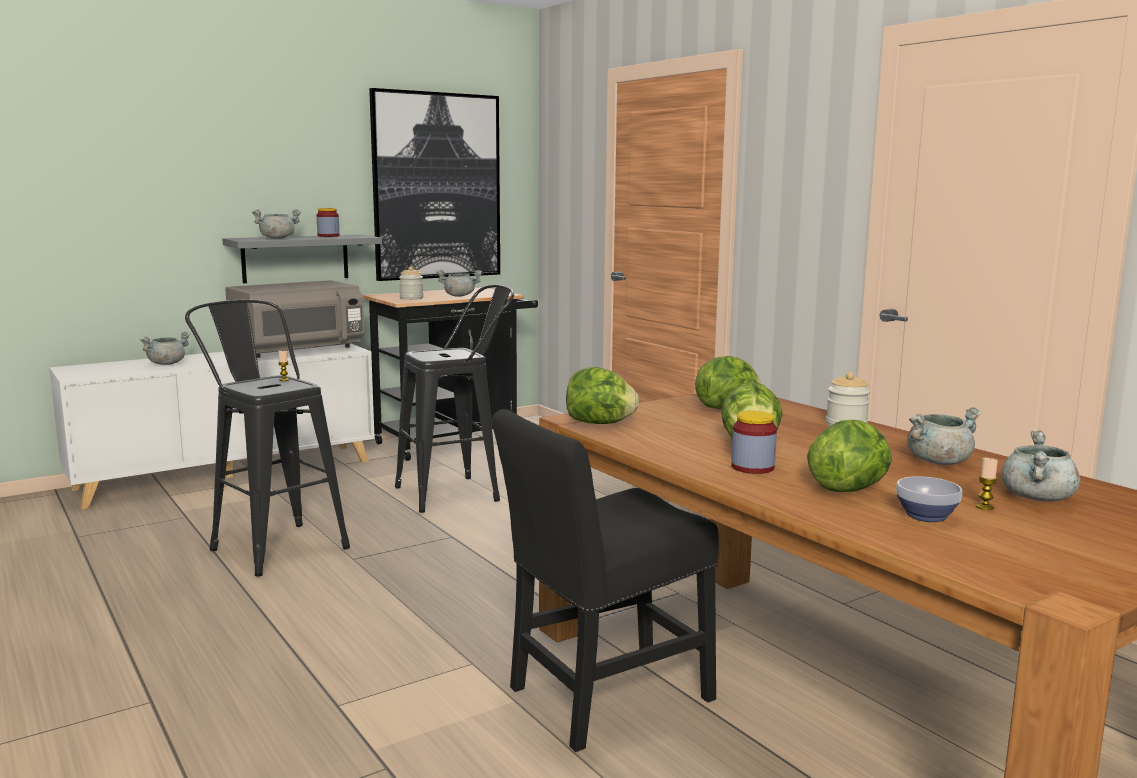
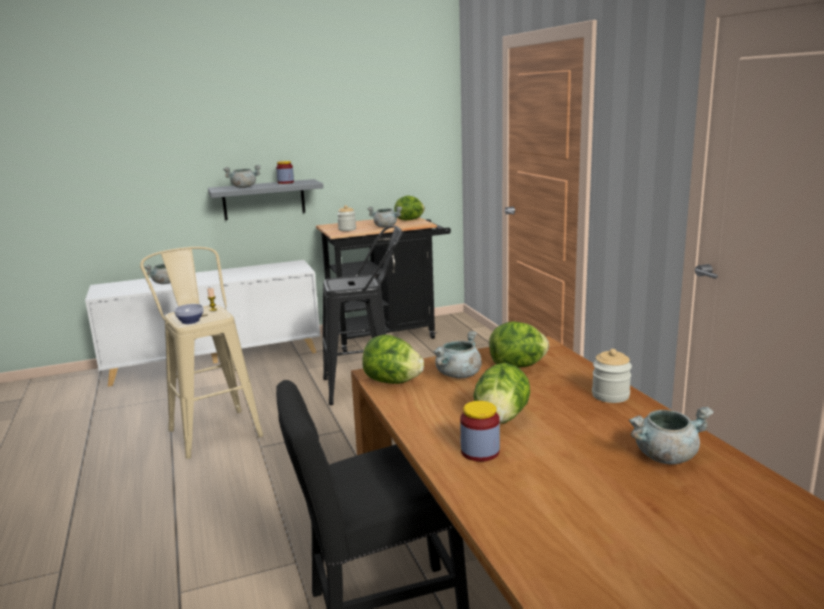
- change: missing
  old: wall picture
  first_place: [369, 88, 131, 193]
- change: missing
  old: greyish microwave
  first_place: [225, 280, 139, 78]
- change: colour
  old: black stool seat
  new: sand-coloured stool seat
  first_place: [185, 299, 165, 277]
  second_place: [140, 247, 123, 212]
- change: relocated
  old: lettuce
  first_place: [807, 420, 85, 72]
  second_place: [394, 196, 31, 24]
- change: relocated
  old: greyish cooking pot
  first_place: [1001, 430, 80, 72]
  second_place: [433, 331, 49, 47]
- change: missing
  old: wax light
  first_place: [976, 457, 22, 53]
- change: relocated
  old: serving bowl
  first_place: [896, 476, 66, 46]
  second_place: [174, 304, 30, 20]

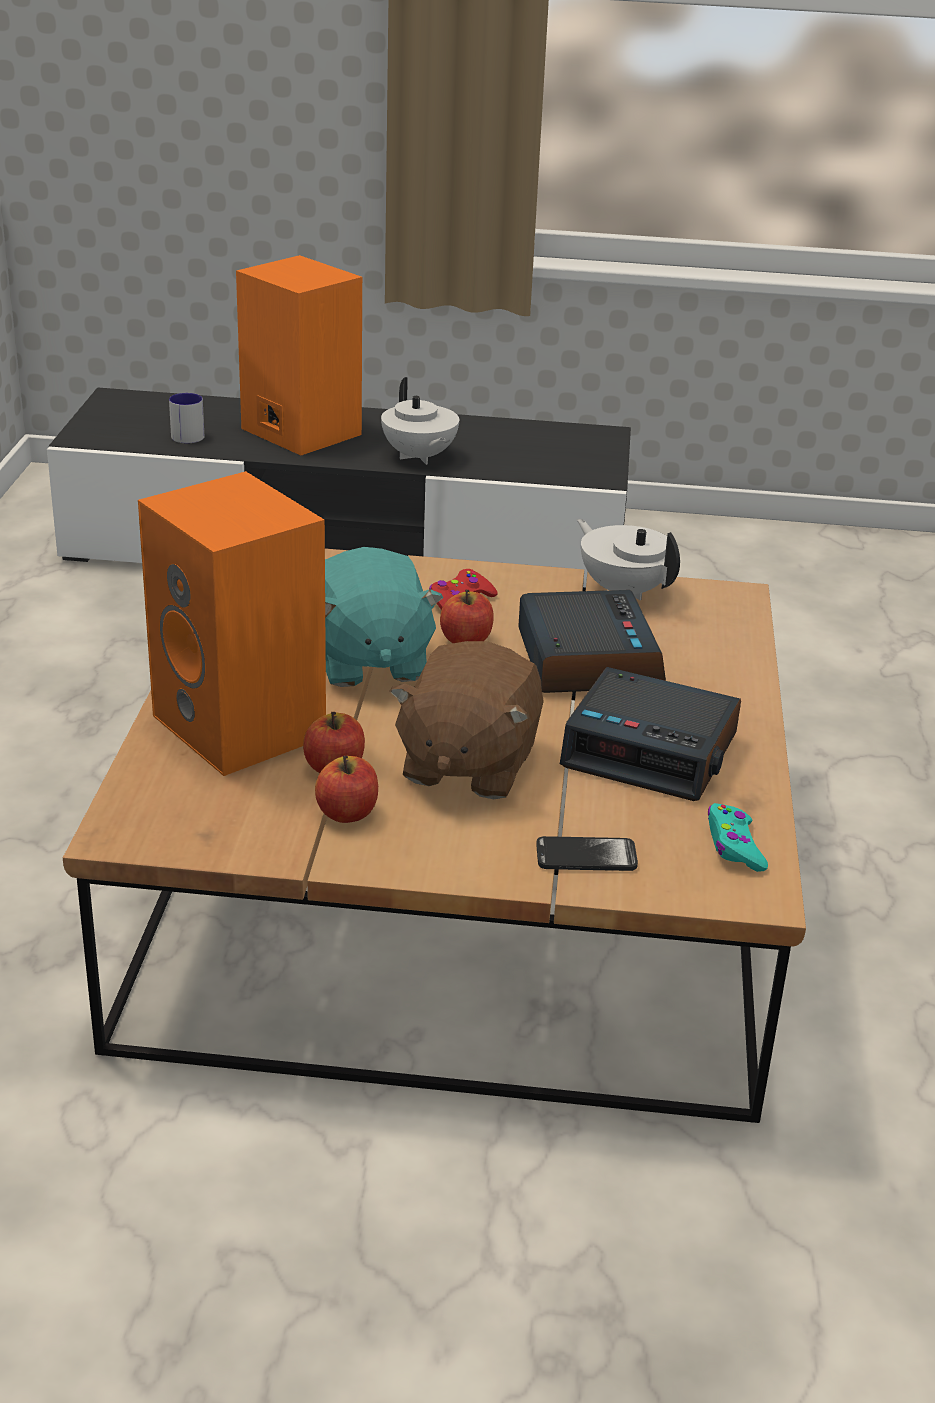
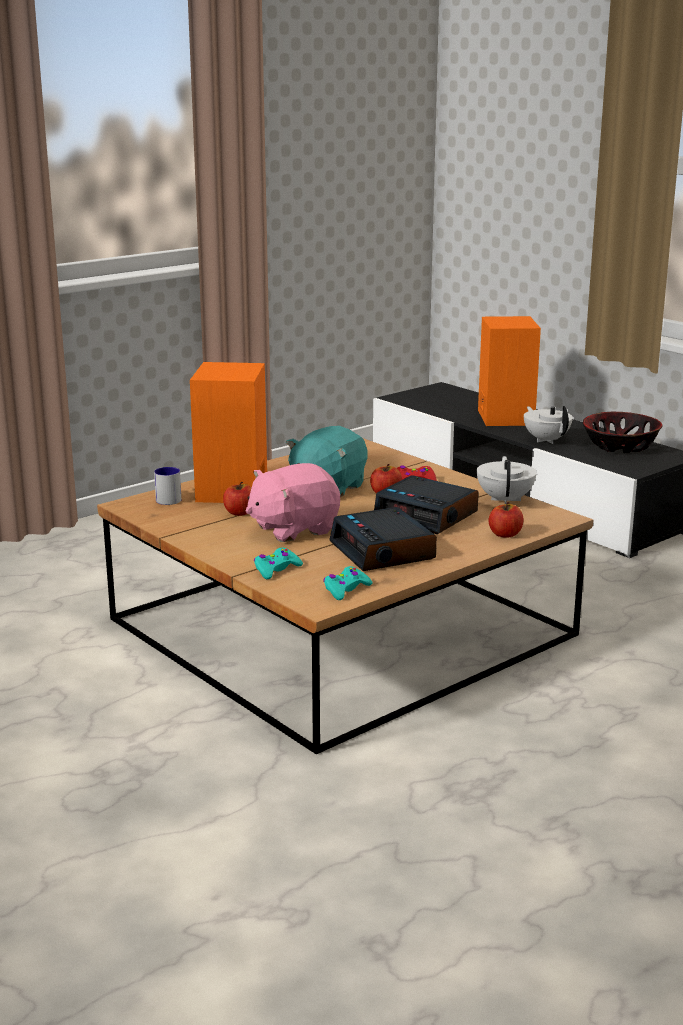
- change: spun
  old: whitish pot for tea
  first_place: [381, 377, 78, 88]
  second_place: [524, 406, 49, 38]
  degrees: 135
- change: relocated
  old: tea mug
  first_place: [169, 393, 35, 50]
  second_place: [154, 467, 27, 38]
- change: spun
  old: table clock
  first_place: [518, 590, 148, 103]
  second_place: [374, 475, 105, 59]
  degrees: 90
- change: colour
  old: brown-coloured cuddly toy
  new: pink-coloured cuddly toy
  first_place: [389, 641, 155, 158]
  second_place: [246, 463, 94, 79]
- change: relocated
  old: whole apple
  first_place: [315, 755, 63, 68]
  second_place: [489, 502, 35, 36]
- change: exchanged
  old: telephone
  new: blue-green joypad
  first_place: [536, 836, 102, 35]
  second_place: [254, 548, 49, 31]
- change: appeared
  new: serving bowl
  second_place: [583, 412, 80, 41]

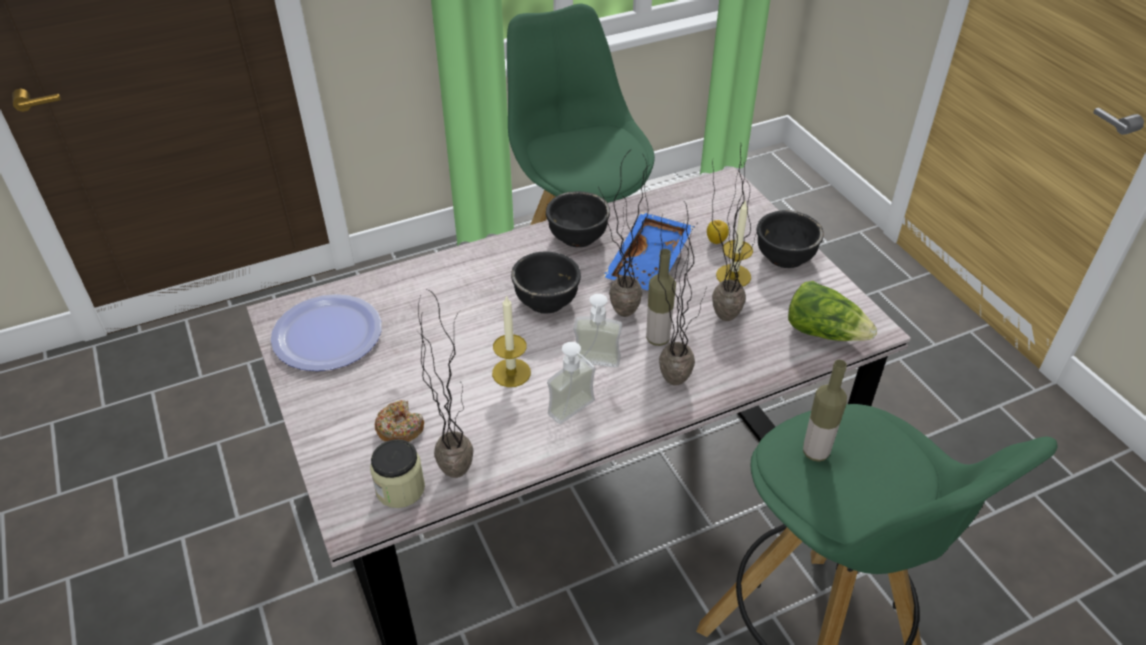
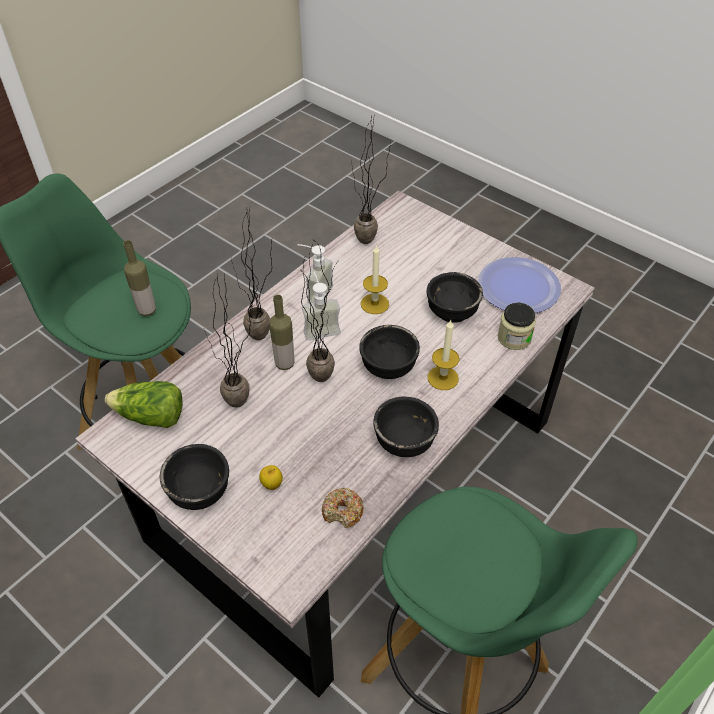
- change: relocated
  old: wax light
  first_place: [716, 200, 37, 86]
  second_place: [427, 320, 33, 70]
- change: missing
  old: bluish tray
  first_place: [603, 212, 91, 79]
- change: relocated
  old: ring doughnut
  first_place: [375, 400, 49, 42]
  second_place: [322, 488, 42, 40]
- change: relocated
  old: jar
  first_place: [370, 439, 55, 69]
  second_place: [498, 303, 38, 47]
- change: appeared
  new: black serving bowl
  second_place: [427, 272, 56, 51]

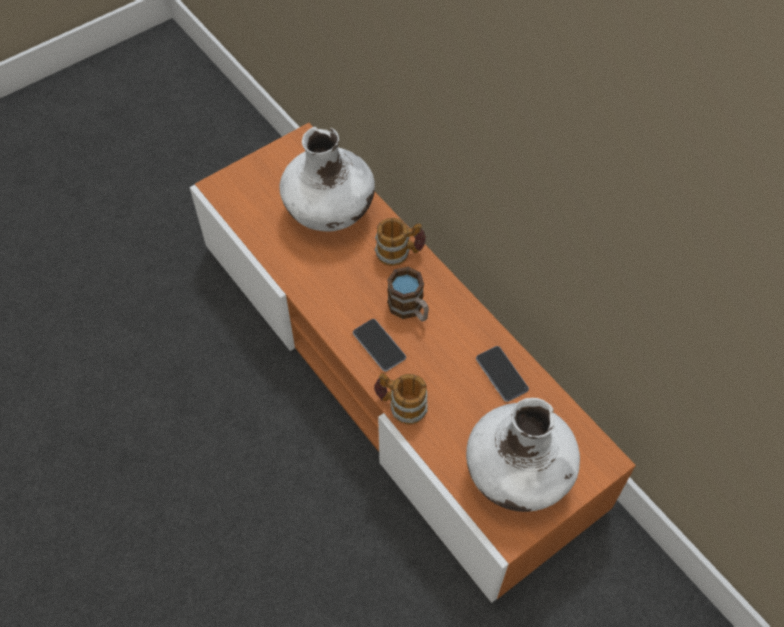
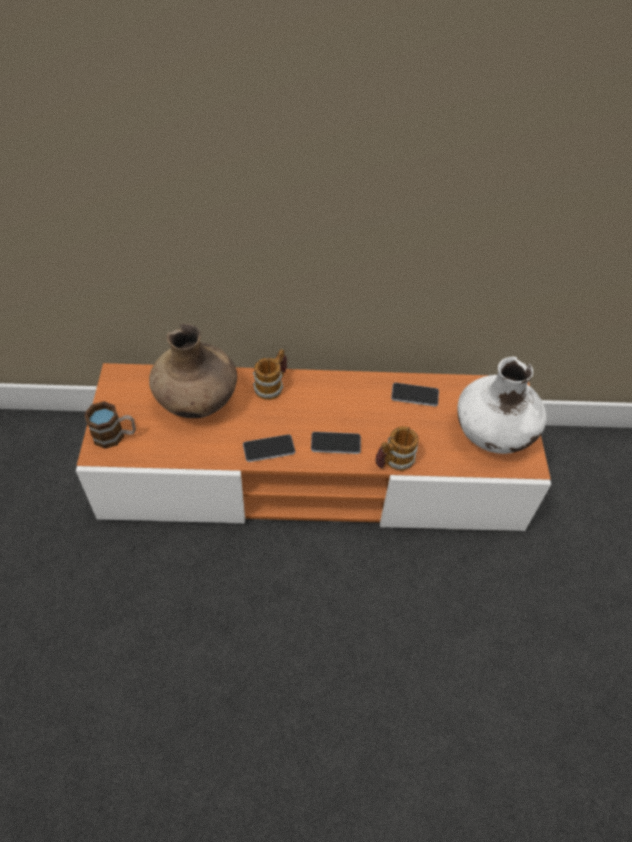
- change: colour
  old: whitish vase
  new: brown-coloured vase
  first_place: [279, 126, 96, 106]
  second_place: [149, 324, 88, 94]
- change: relocated
  old: tea mug
  first_place: [387, 267, 42, 55]
  second_place: [84, 401, 52, 48]
- change: appeared
  new: telephone
  second_place: [243, 434, 52, 28]

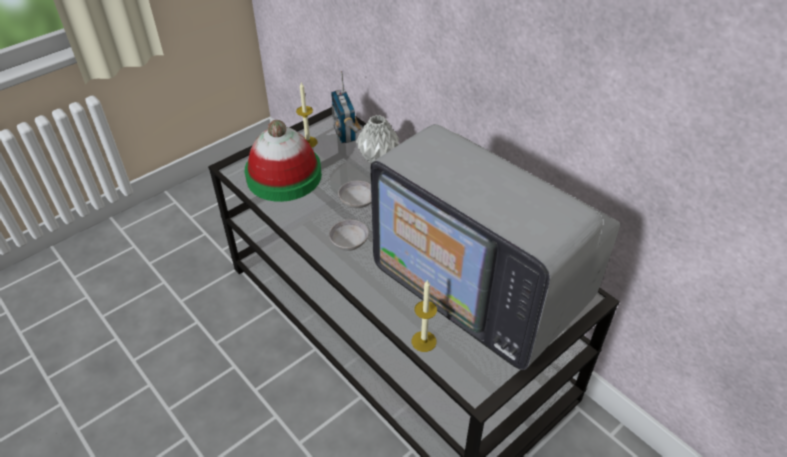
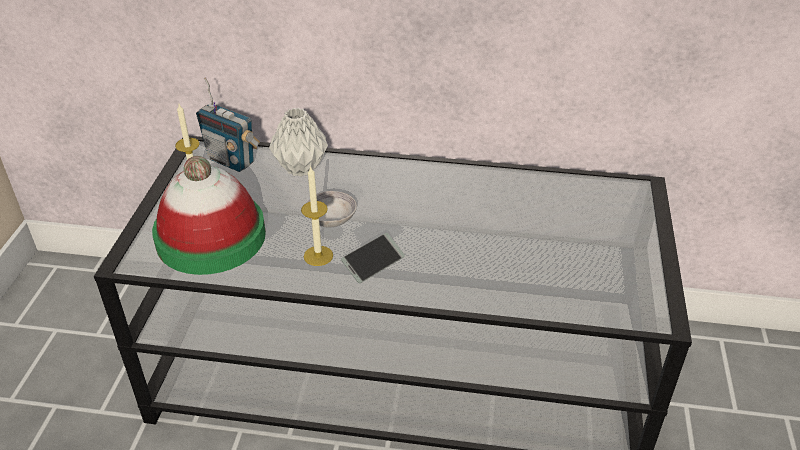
- change: missing
  old: TV
  first_place: [371, 124, 249, 246]
- change: exchanged
  old: greyish serving bowl
  new: telephone
  first_place: [329, 220, 40, 31]
  second_place: [341, 233, 64, 50]
- change: relocated
  old: wax light
  first_place: [412, 280, 25, 72]
  second_place: [301, 166, 32, 100]

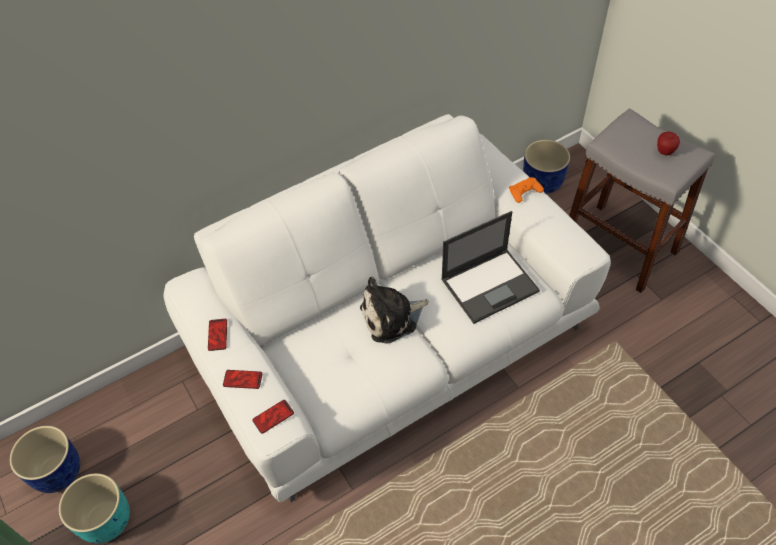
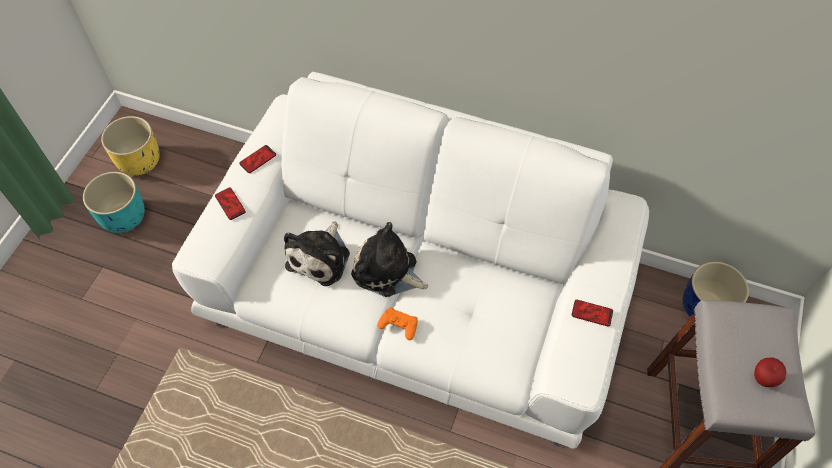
- change: relocated
  old: orangey joypad
  first_place: [509, 177, 35, 26]
  second_place: [377, 307, 41, 33]
- change: missing
  old: laptop
  first_place: [441, 211, 99, 113]
- change: relocated
  old: telephone
  first_place: [252, 400, 42, 34]
  second_place: [572, 300, 41, 27]
- change: colour
  old: bluish planter
  new: yellow-coloured planter
  first_place: [10, 426, 70, 67]
  second_place: [101, 116, 59, 60]
- change: appeared
  new: cuddly toy
  second_place: [284, 221, 66, 65]

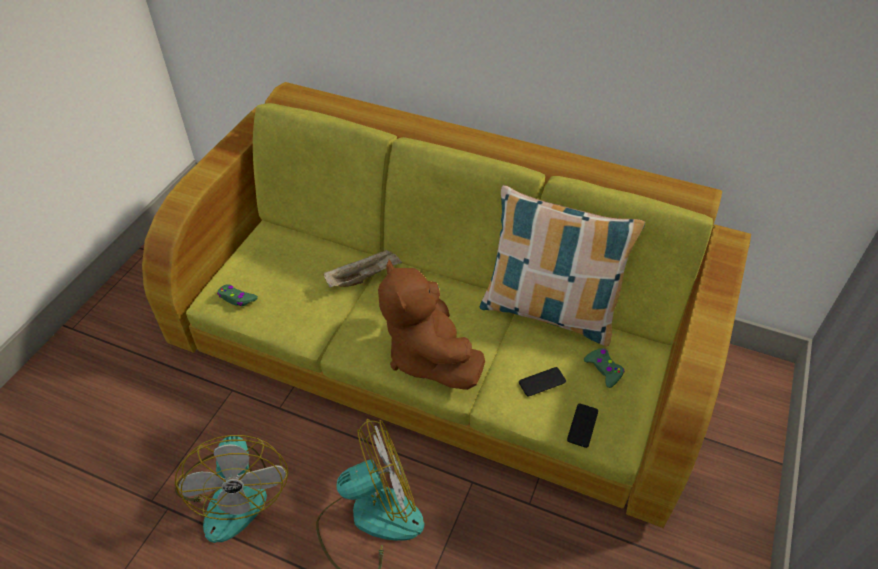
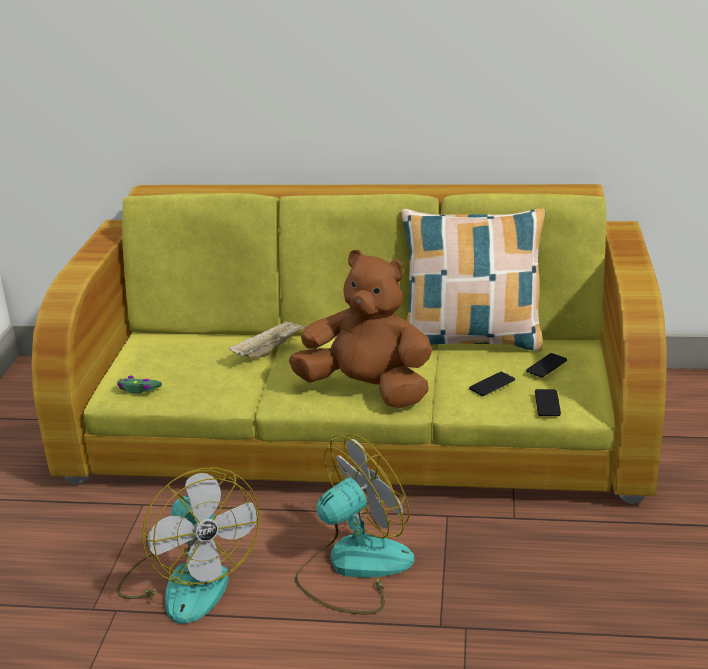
- change: spun
  old: brown-coloured cuddly toy
  first_place: [378, 260, 107, 130]
  second_place: [289, 250, 143, 158]
  degrees: 150
- change: exchanged
  old: greenish joypad
  new: telephone
  first_place: [584, 348, 40, 40]
  second_place: [526, 353, 41, 24]

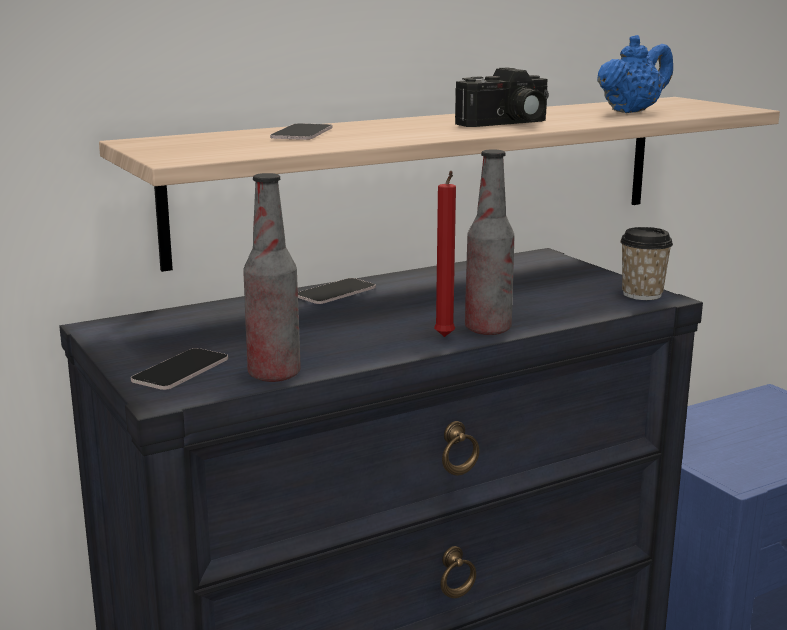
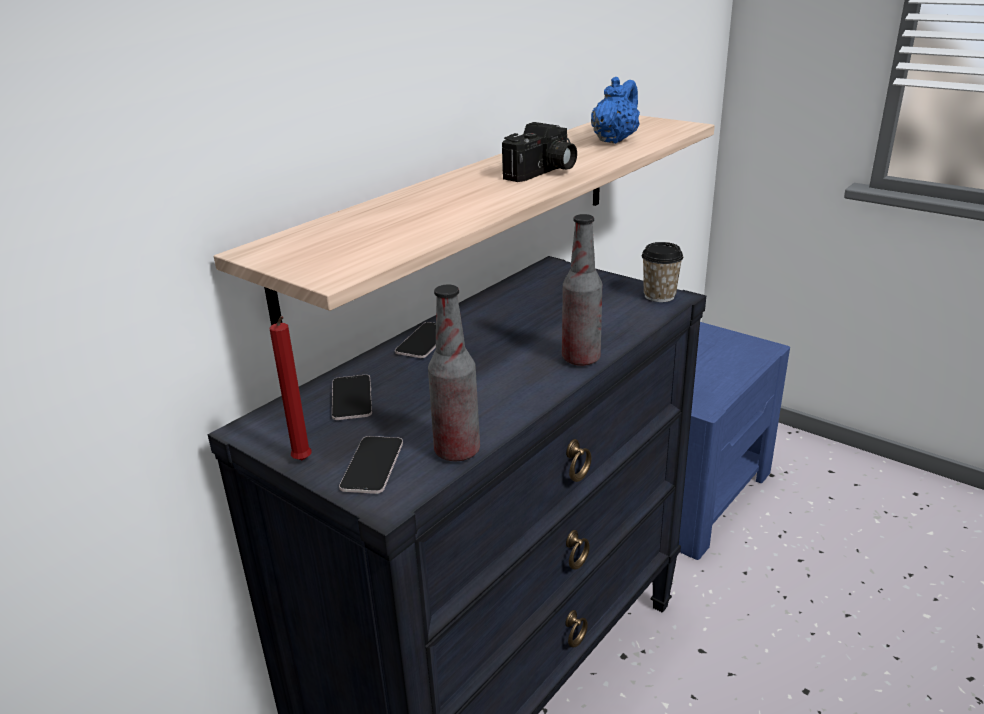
- change: relocated
  old: telephone
  first_place: [270, 123, 62, 17]
  second_place: [332, 375, 40, 45]
- change: relocated
  old: reddish wax light
  first_place: [434, 171, 22, 166]
  second_place: [270, 316, 42, 145]

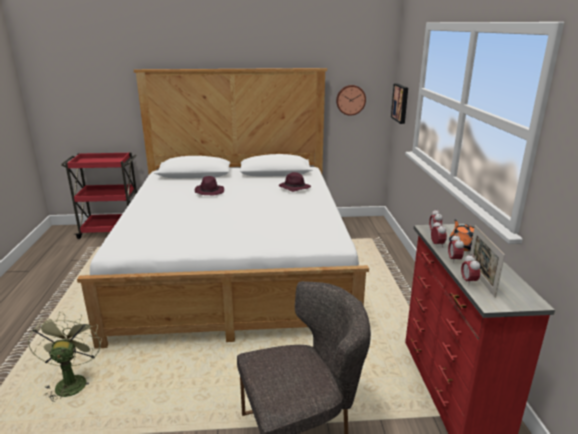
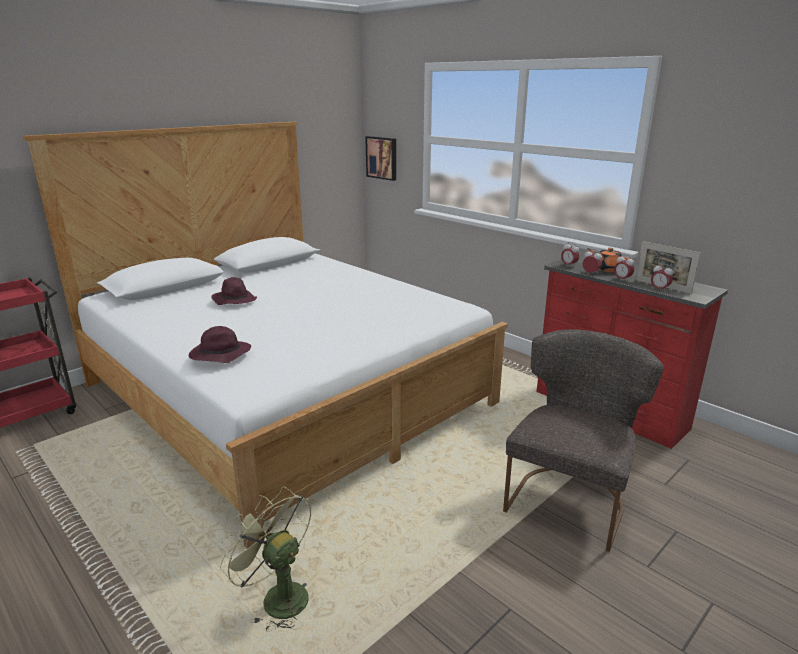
- change: missing
  old: wall clock
  first_place: [336, 85, 30, 31]
- change: relocated
  old: purple-coloured clothing hat
  first_place: [279, 172, 32, 20]
  second_place: [189, 326, 62, 37]

